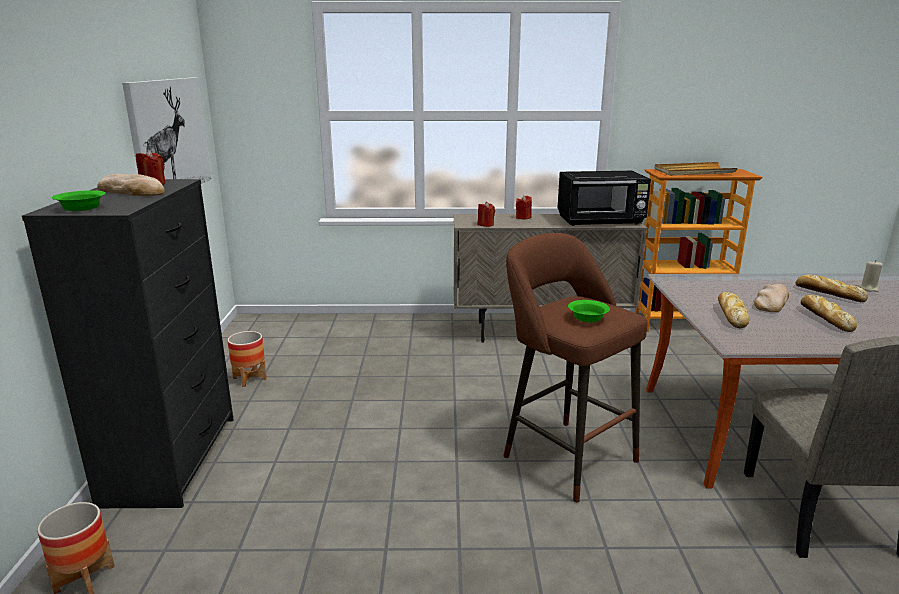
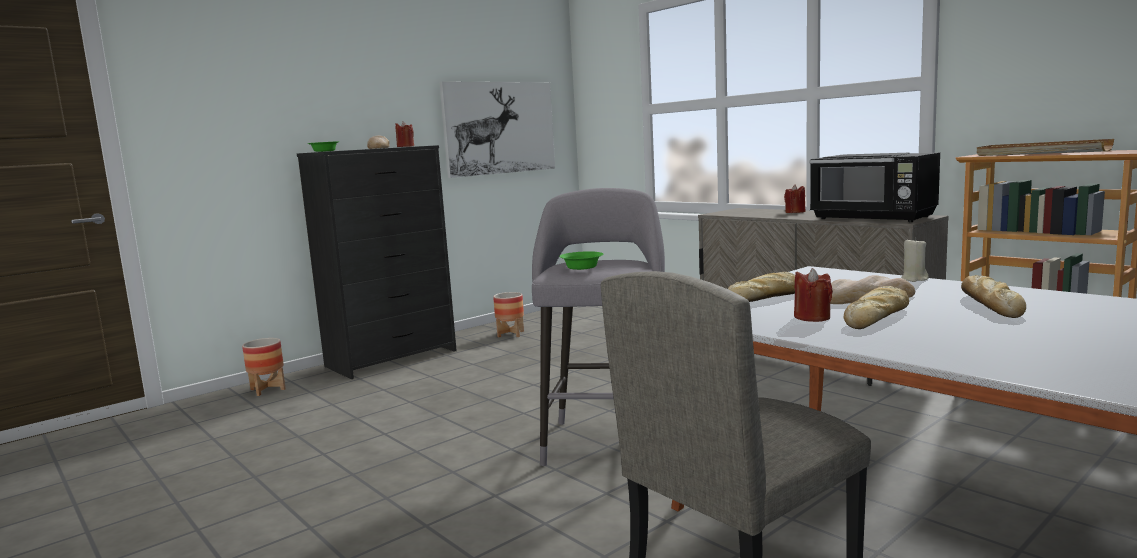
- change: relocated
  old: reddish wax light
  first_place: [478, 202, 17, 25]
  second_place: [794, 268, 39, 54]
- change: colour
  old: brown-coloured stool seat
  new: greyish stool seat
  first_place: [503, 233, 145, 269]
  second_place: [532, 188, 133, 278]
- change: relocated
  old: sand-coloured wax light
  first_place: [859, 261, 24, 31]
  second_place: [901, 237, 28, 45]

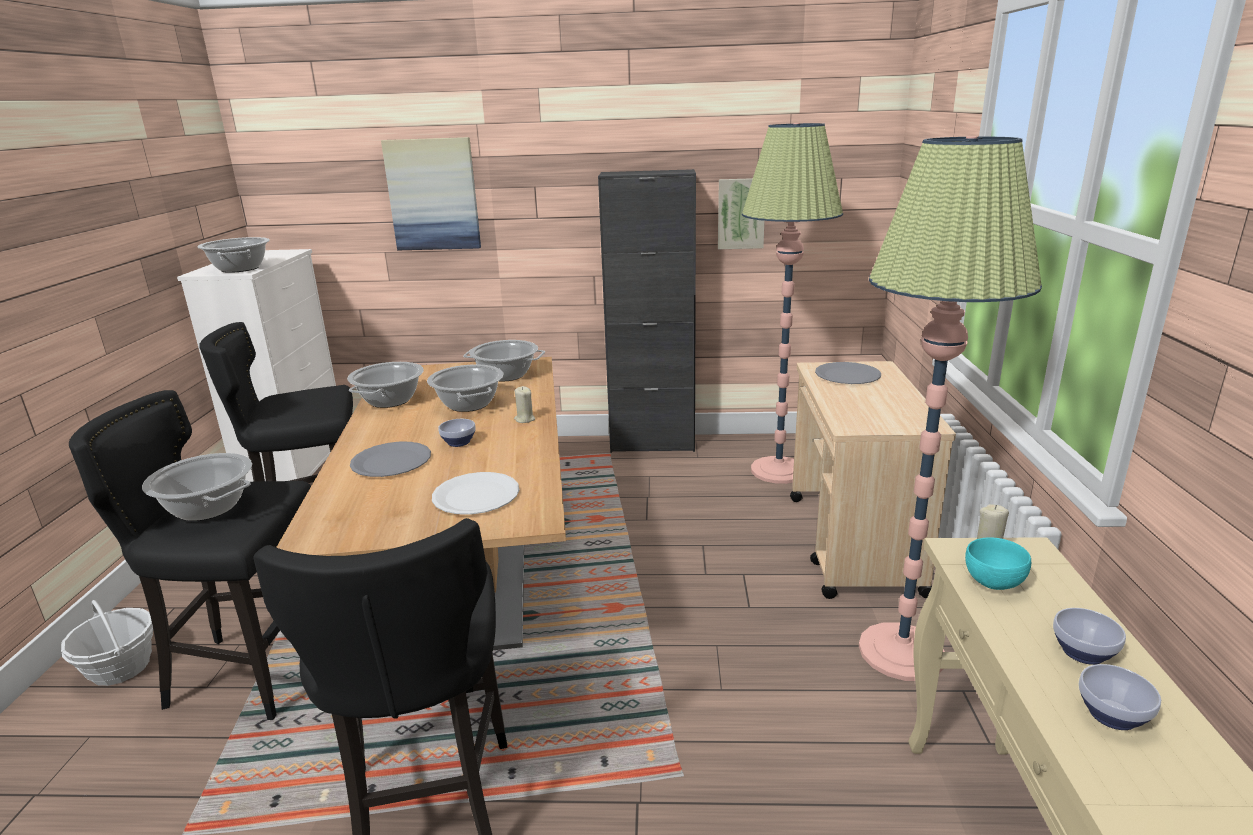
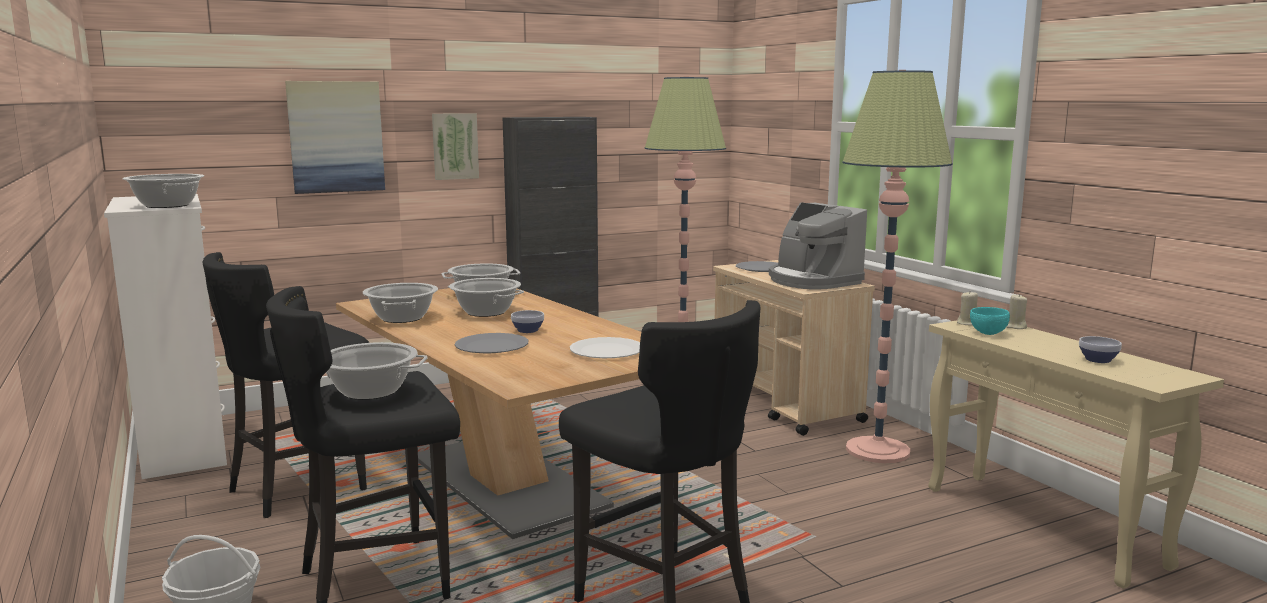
- change: relocated
  old: wall picture
  first_place: [718, 178, 47, 71]
  second_place: [432, 113, 47, 67]
- change: relocated
  old: sand-coloured wax light
  first_place: [514, 386, 21, 37]
  second_place: [1006, 294, 21, 35]
- change: missing
  old: serving bowl
  first_place: [1053, 608, 73, 57]
- change: appeared
  new: coffee machine
  second_place: [769, 202, 98, 88]

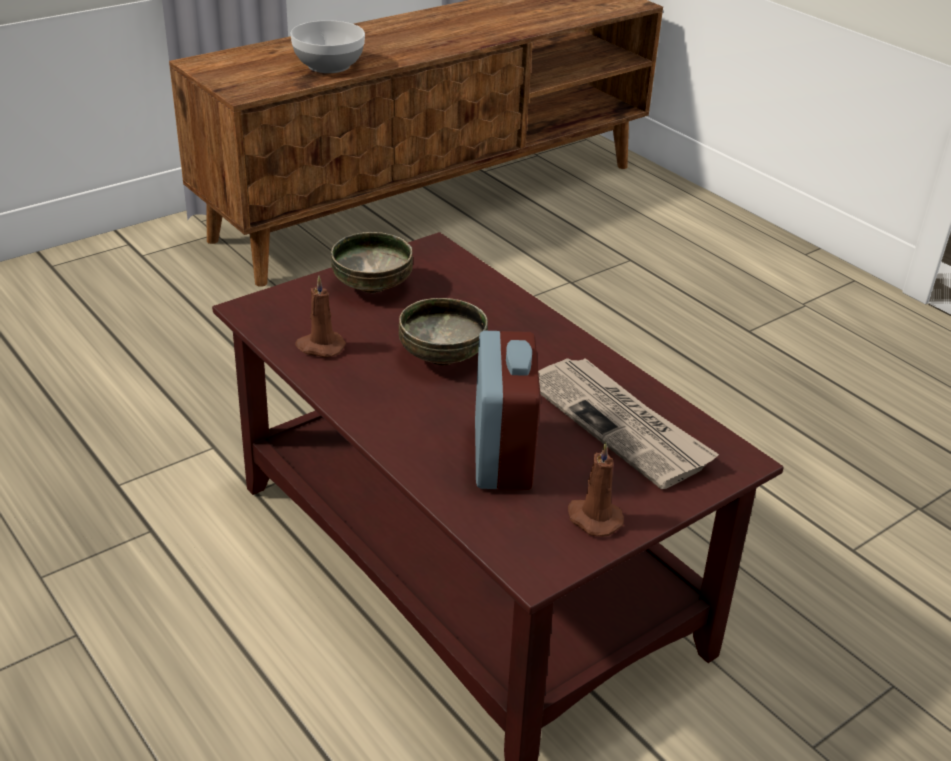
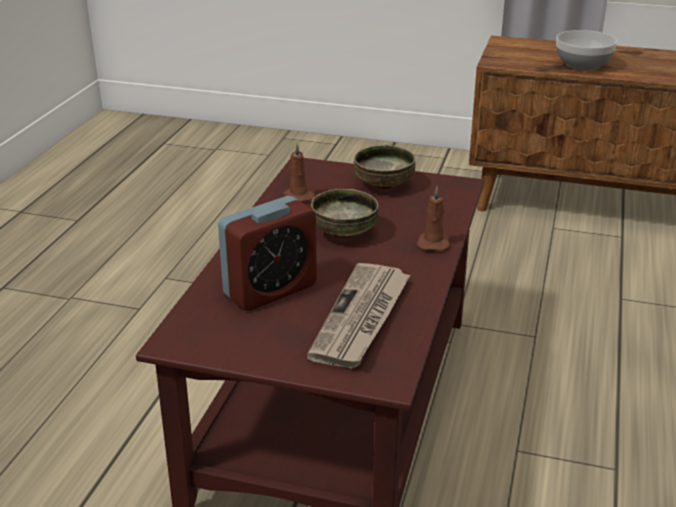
- change: relocated
  old: brown-coloured wax light
  first_place: [568, 442, 56, 95]
  second_place: [417, 186, 33, 65]

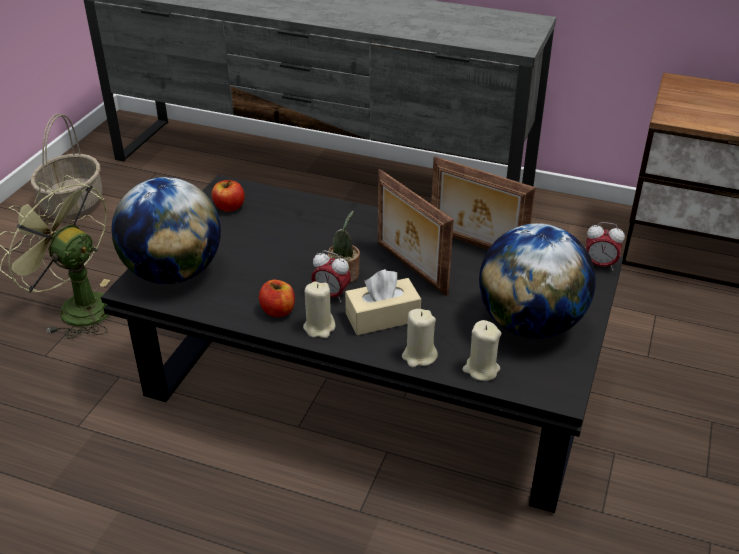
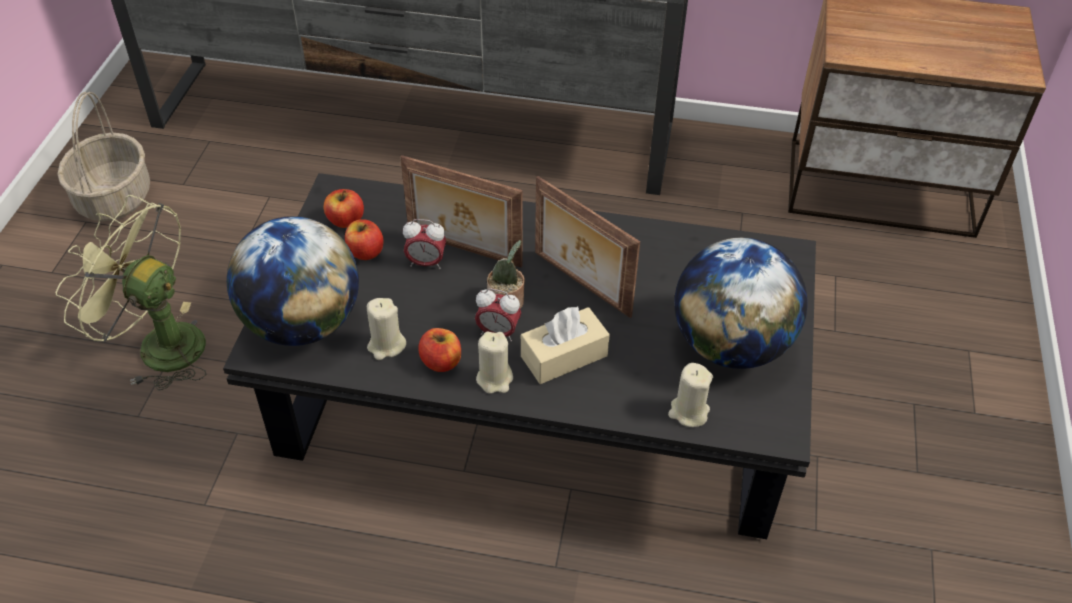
- change: relocated
  old: standing frame
  first_place: [431, 156, 105, 94]
  second_place: [401, 155, 121, 112]
- change: relocated
  old: table clock
  first_place: [586, 222, 39, 49]
  second_place: [403, 219, 43, 50]
- change: relocated
  old: sand-coloured wax light
  first_place: [402, 309, 36, 59]
  second_place: [367, 298, 39, 62]
- change: appeared
  new: whole apple
  second_place: [345, 219, 38, 41]

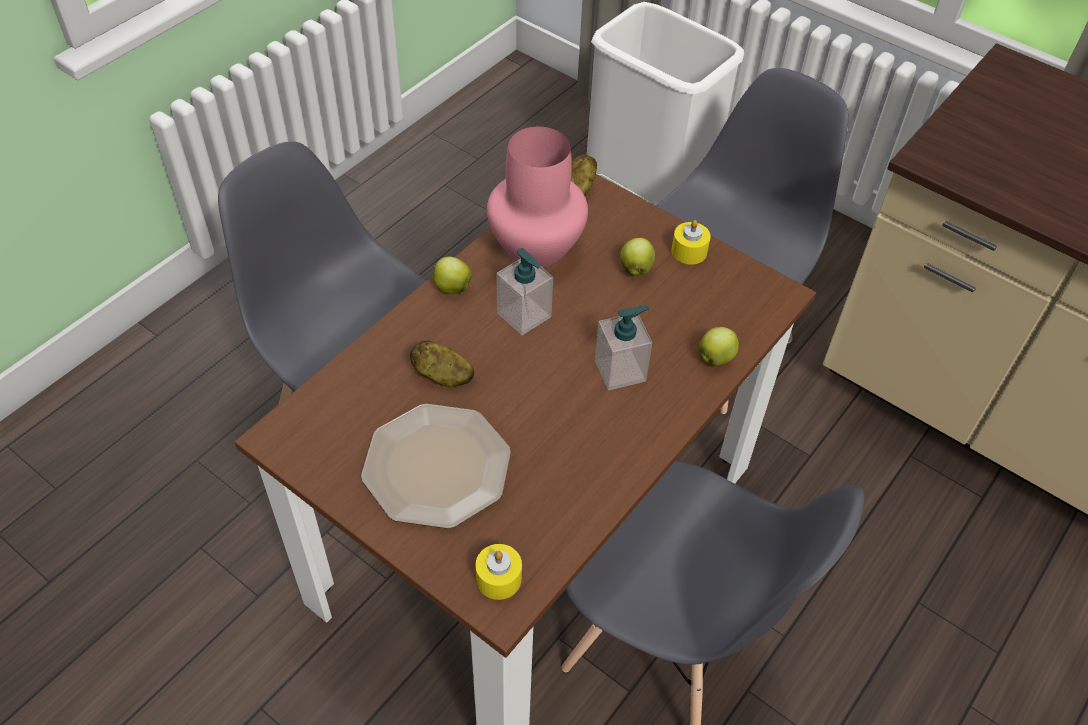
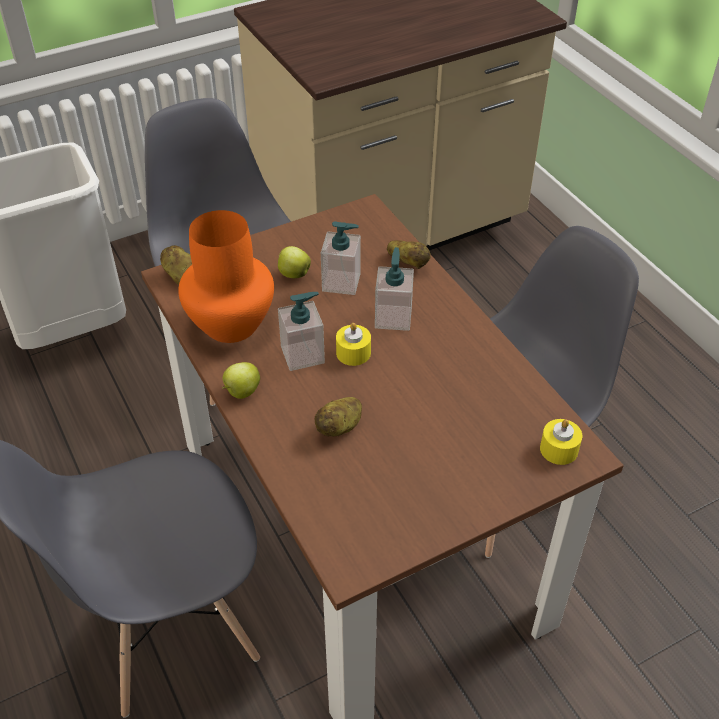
- change: colour
  old: pink-coloured vase
  new: orangey vase
  first_place: [487, 127, 101, 141]
  second_place: [178, 210, 96, 133]
- change: relocated
  old: yellow-coloured wax light
  first_place: [671, 220, 40, 45]
  second_place: [336, 323, 35, 43]
- change: exchanged
  old: whole apple
  new: whole potato
  first_place: [699, 327, 40, 39]
  second_place: [387, 240, 44, 29]
- change: missing
  old: flat dish
  first_place: [361, 404, 150, 125]
- change: appeared
  new: soap bottle
  second_place: [321, 221, 40, 74]

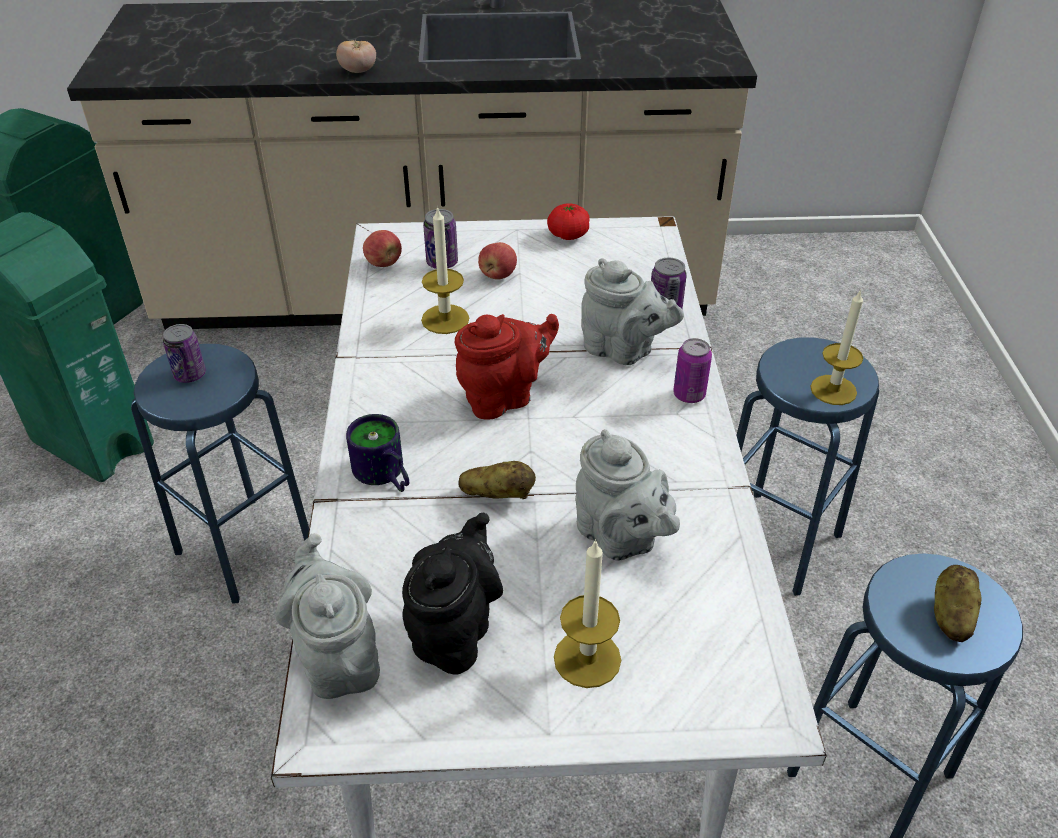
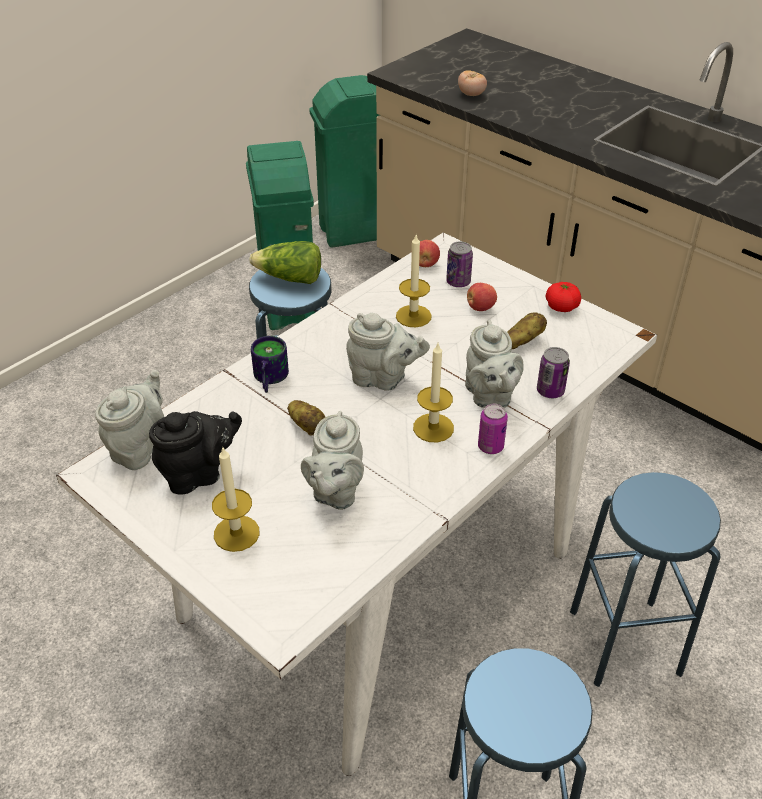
- change: relocated
  old: tomato
  first_place: [336, 40, 40, 33]
  second_place: [458, 70, 29, 26]
- change: relocated
  old: wax light
  first_place: [810, 289, 53, 116]
  second_place: [413, 343, 41, 99]
- change: colour
  old: reddish pot for tea
  new: greyish pot for tea
  first_place: [455, 314, 104, 106]
  second_place: [346, 313, 84, 78]
- change: exchanged
  old: can
  new: lettuce
  first_place: [163, 324, 43, 59]
  second_place: [249, 241, 72, 43]
- change: relocated
  old: whole potato
  first_place: [934, 565, 47, 77]
  second_place: [507, 312, 40, 37]

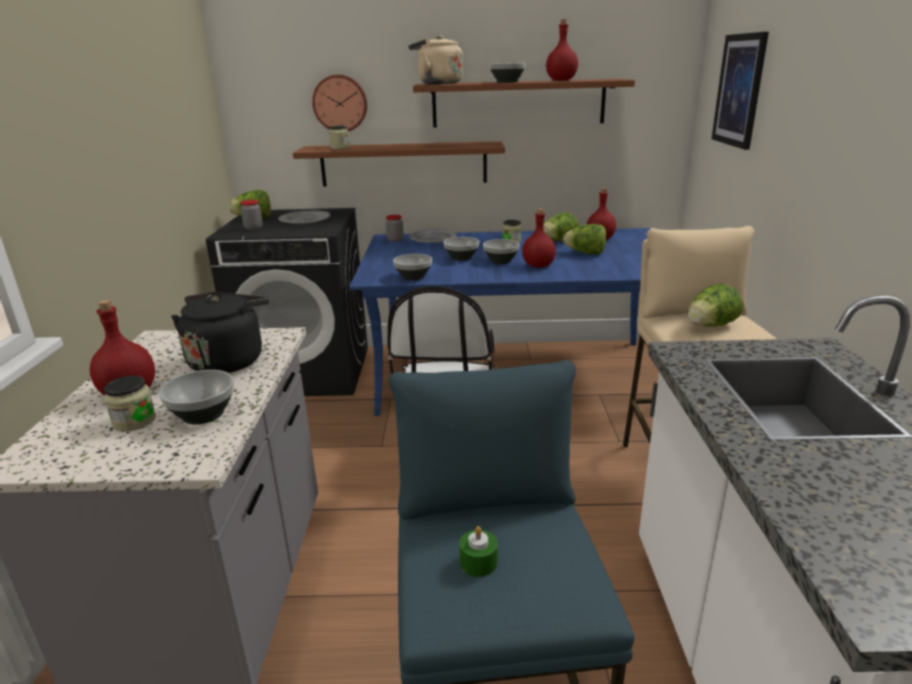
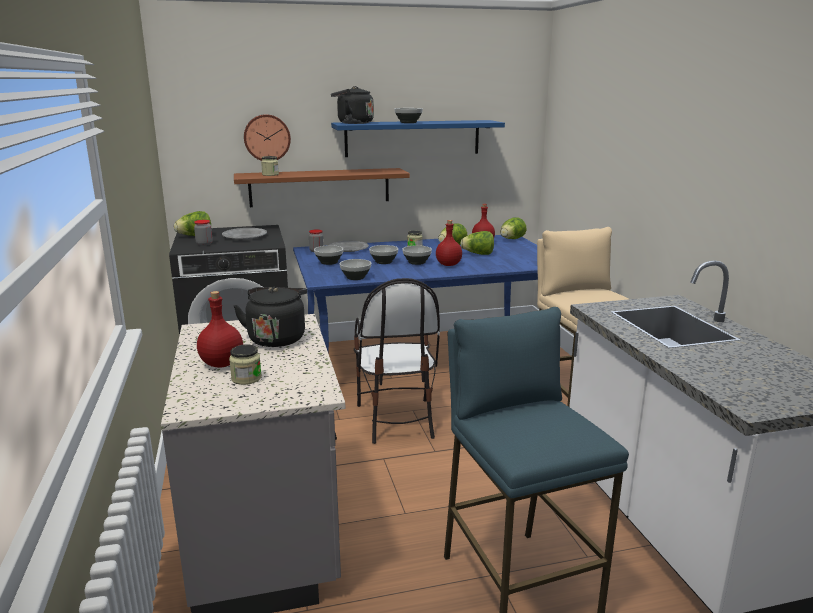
- change: missing
  old: reddish bottle
  first_place: [546, 19, 32, 62]
- change: missing
  old: wall picture
  first_place: [711, 32, 58, 118]
- change: colour
  old: sand-coloured kettle
  new: black kettle
  first_place: [409, 35, 54, 49]
  second_place: [331, 86, 43, 38]
- change: colour
  old: brown-coloured bracket shelf
  new: bluish bracket shelf
  first_place: [413, 79, 222, 49]
  second_place: [331, 120, 174, 37]
- change: relocated
  old: lettuce
  first_place: [688, 284, 55, 43]
  second_place: [500, 217, 26, 22]
- change: relocated
  old: serving bowl
  first_place: [159, 370, 75, 54]
  second_place: [314, 245, 29, 20]
- change: missing
  old: greenish wax light
  first_place: [459, 526, 39, 51]

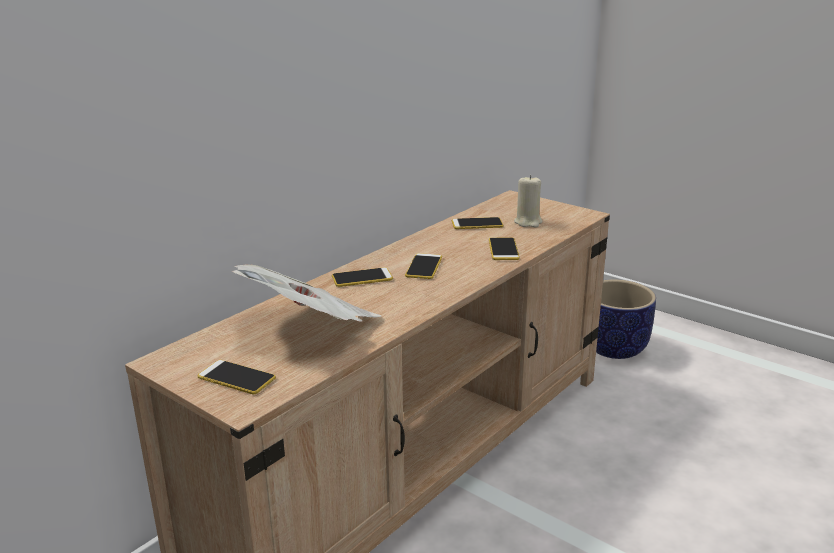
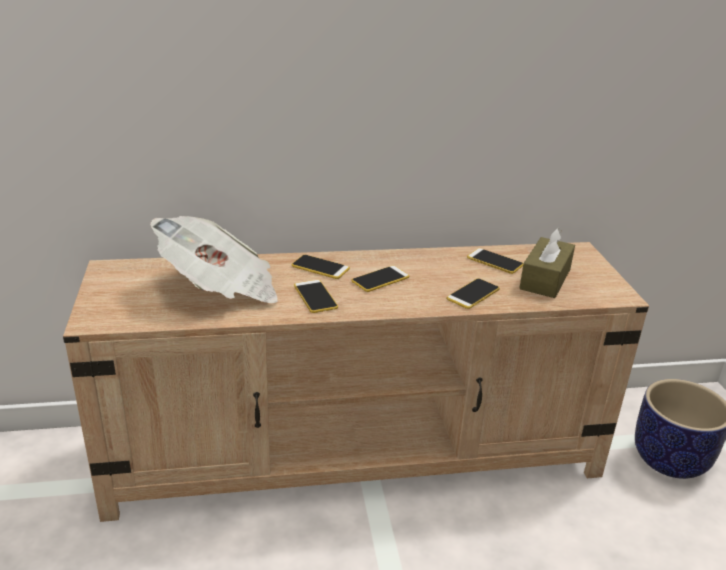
- change: exchanged
  old: sand-coloured wax light
  new: brown-coloured box of tissues
  first_place: [514, 175, 28, 52]
  second_place: [519, 228, 56, 70]
- change: relocated
  old: telephone
  first_place: [198, 360, 78, 34]
  second_place: [294, 280, 44, 33]

